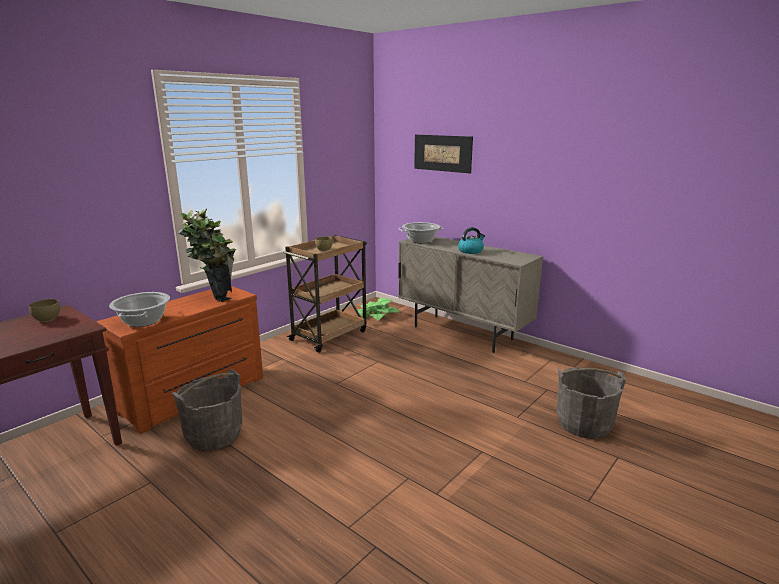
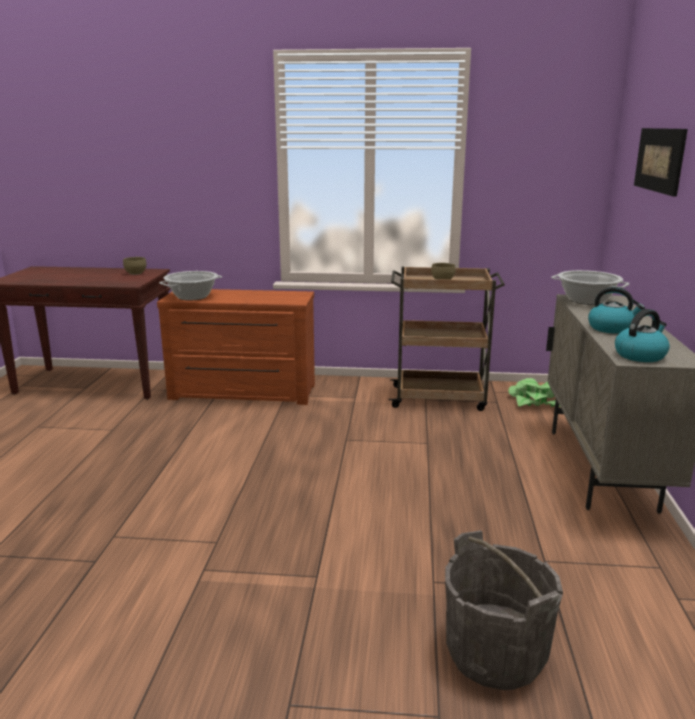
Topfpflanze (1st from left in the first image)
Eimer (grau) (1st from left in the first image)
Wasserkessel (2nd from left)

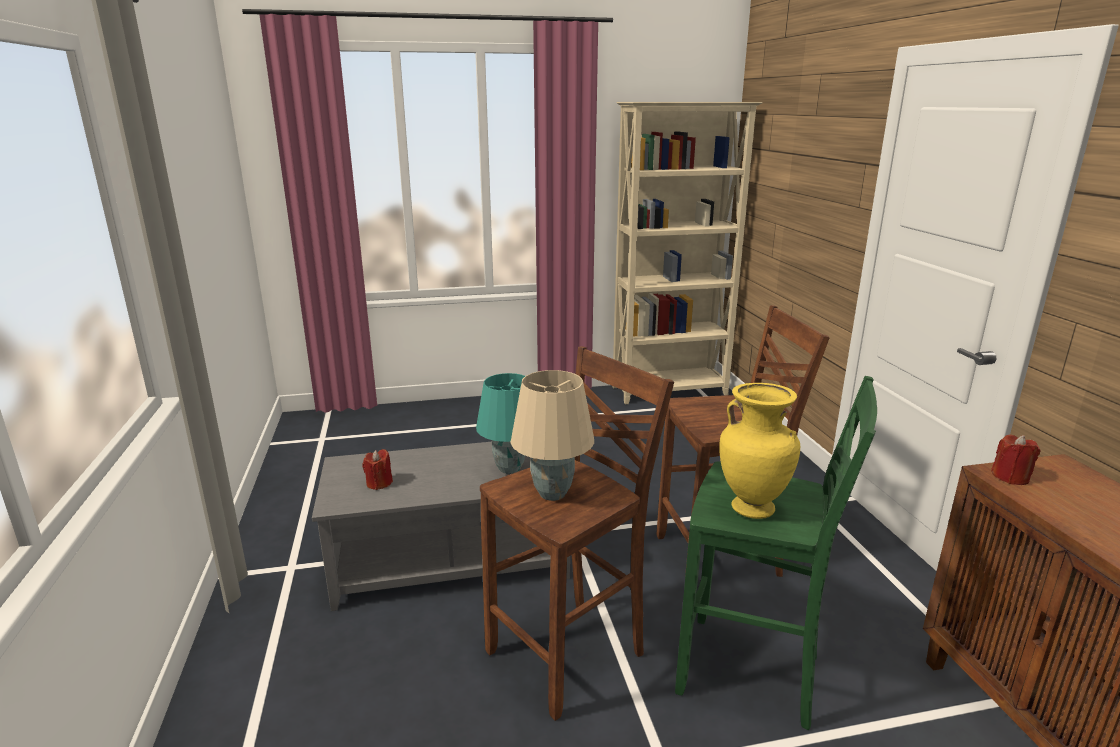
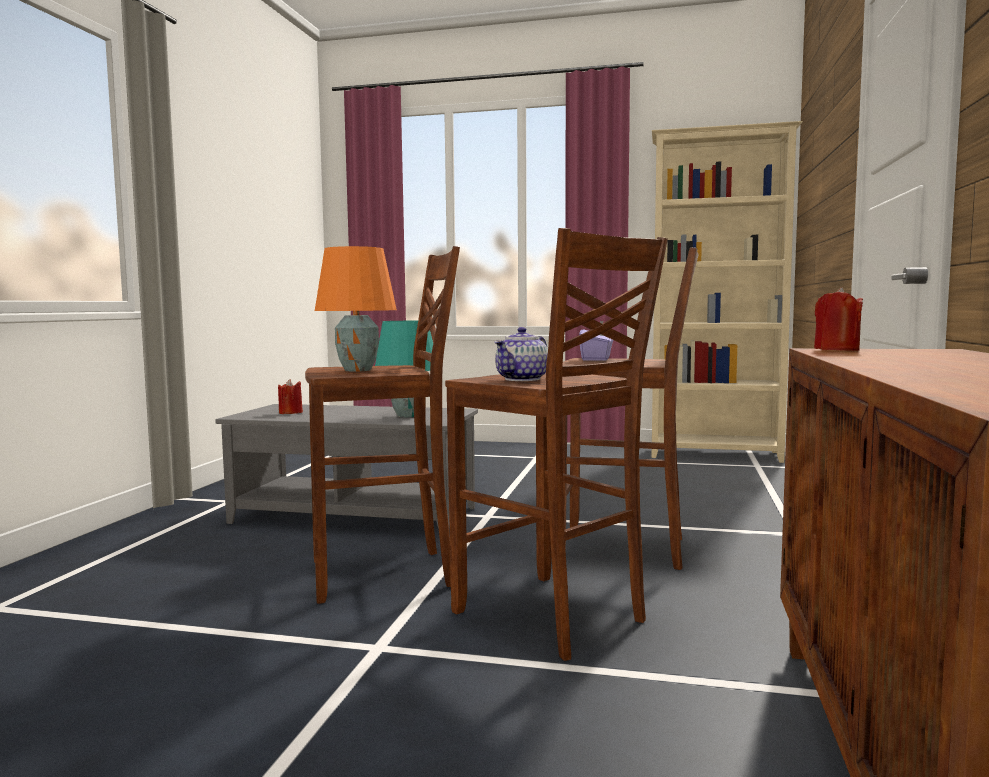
Tischlampe (orange)
Hocker (braun) (2nd from left)
Teekanne
Taschentuchbox (lila)

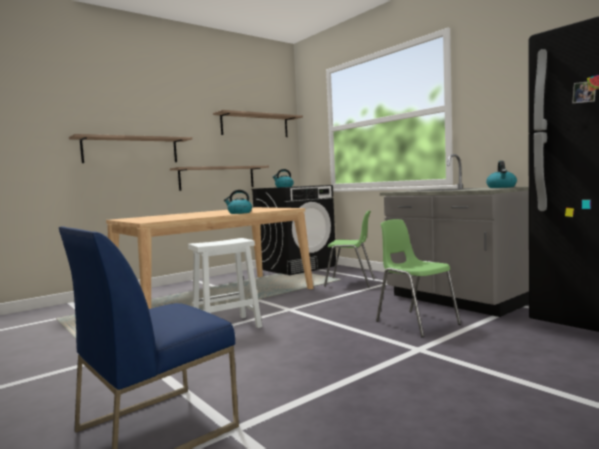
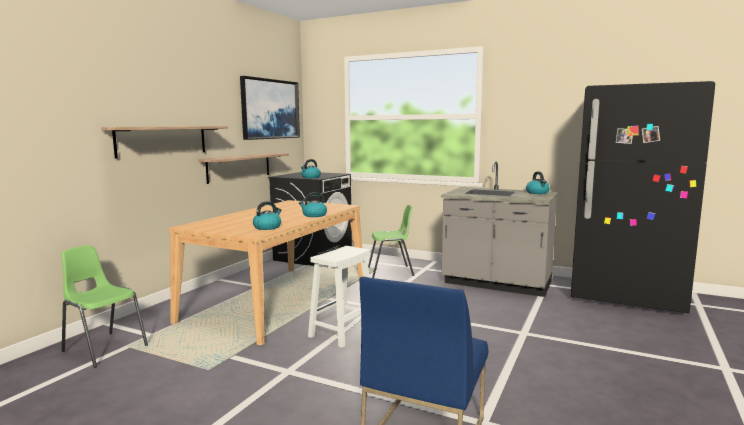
Bild
Stuhl (grün) (1st from left)
Wasserkessel (1st from left)

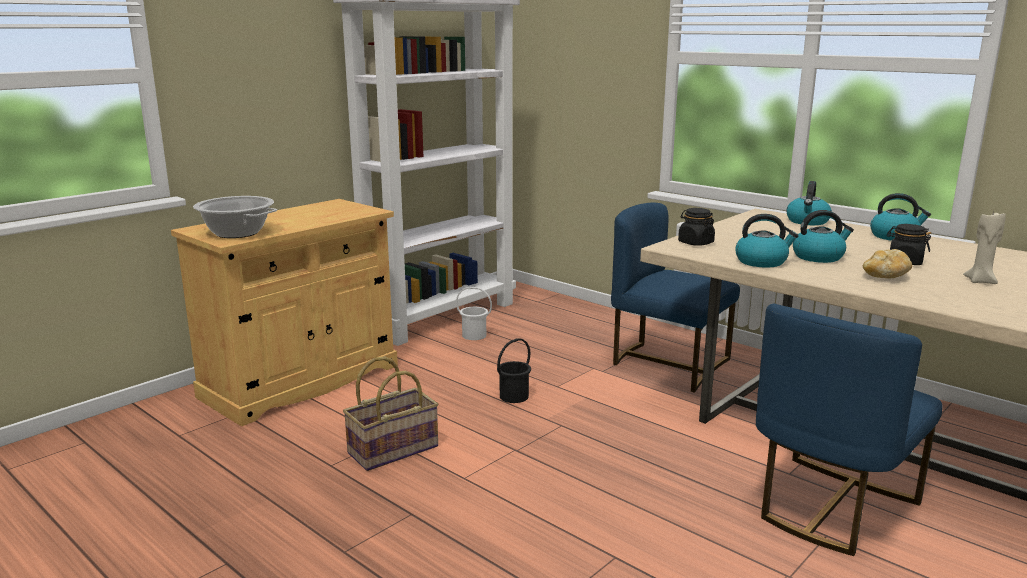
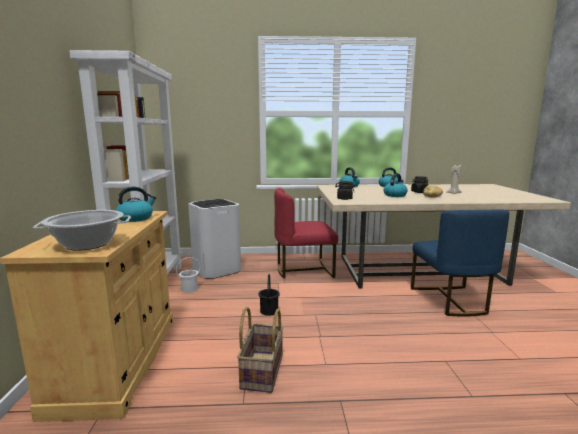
Stuhl (rot)
Wasserkessel (1st from left)
Mülleimer (weiß)

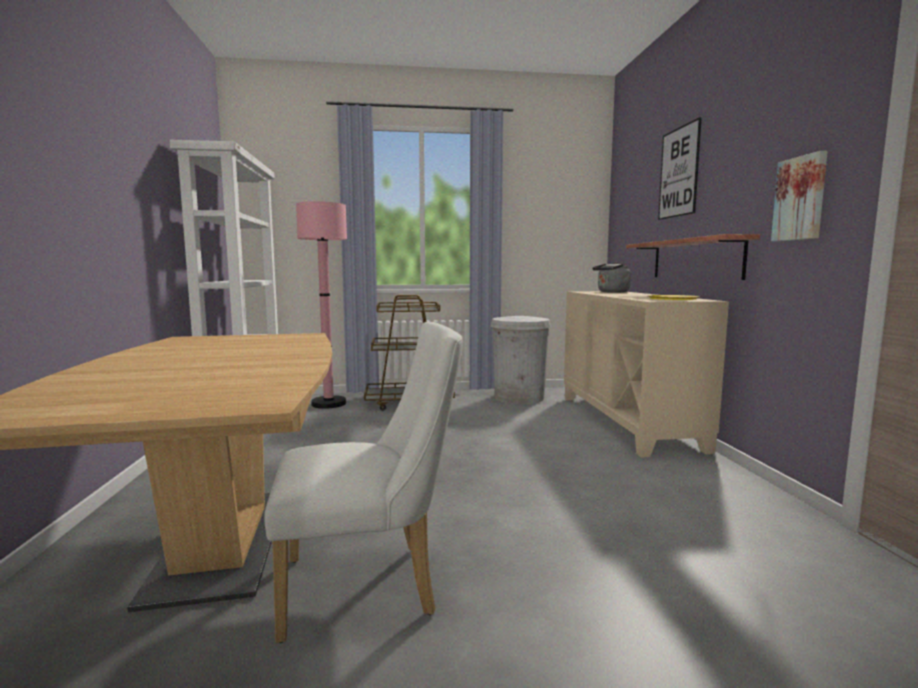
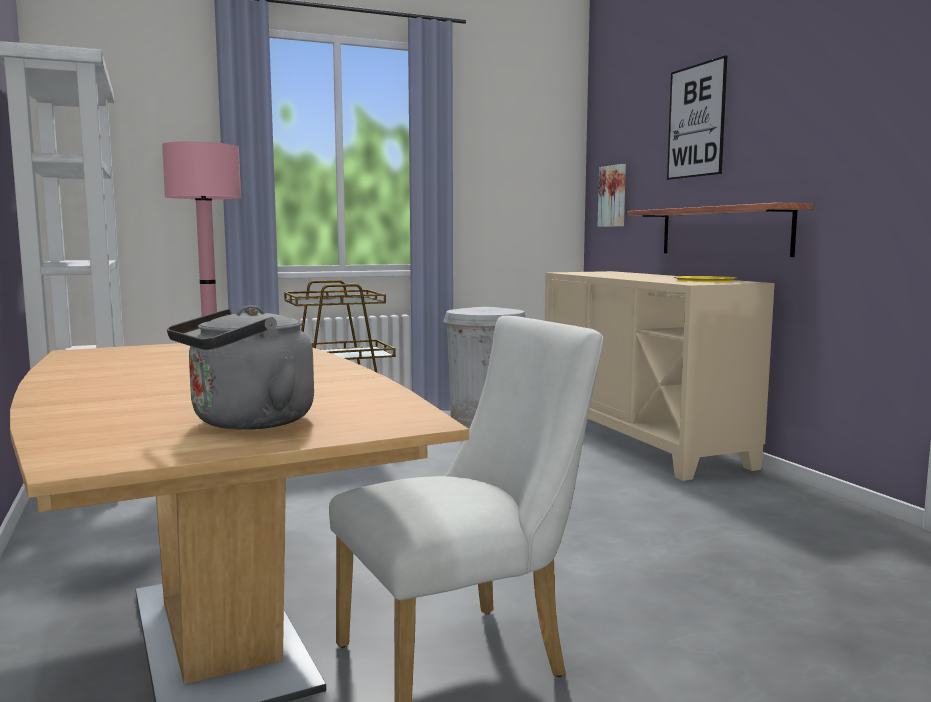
Bild (1st from left)
Wasserkessel (grau)

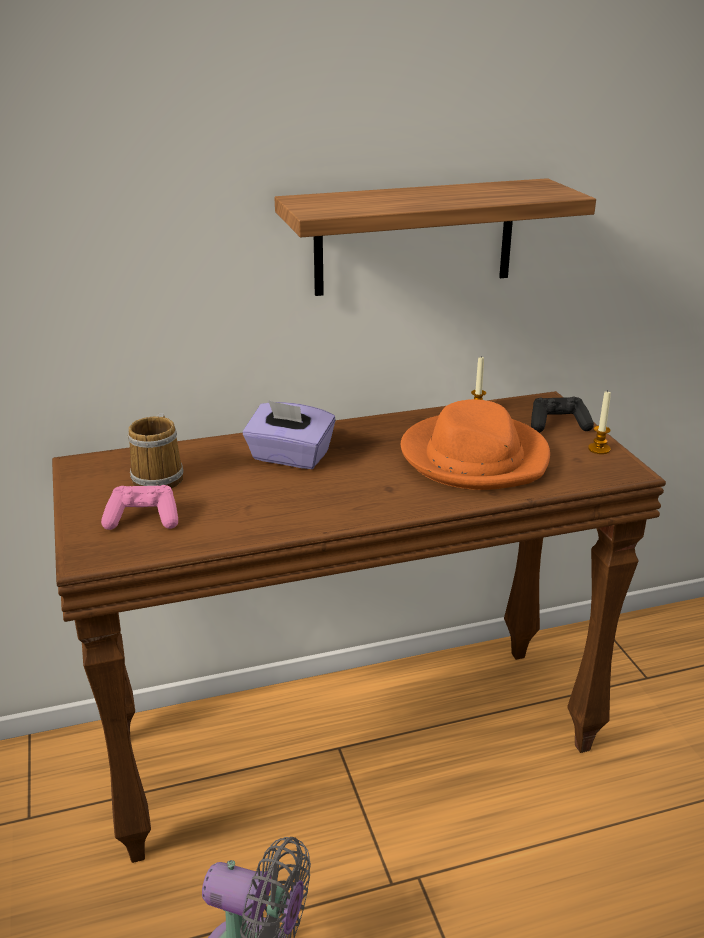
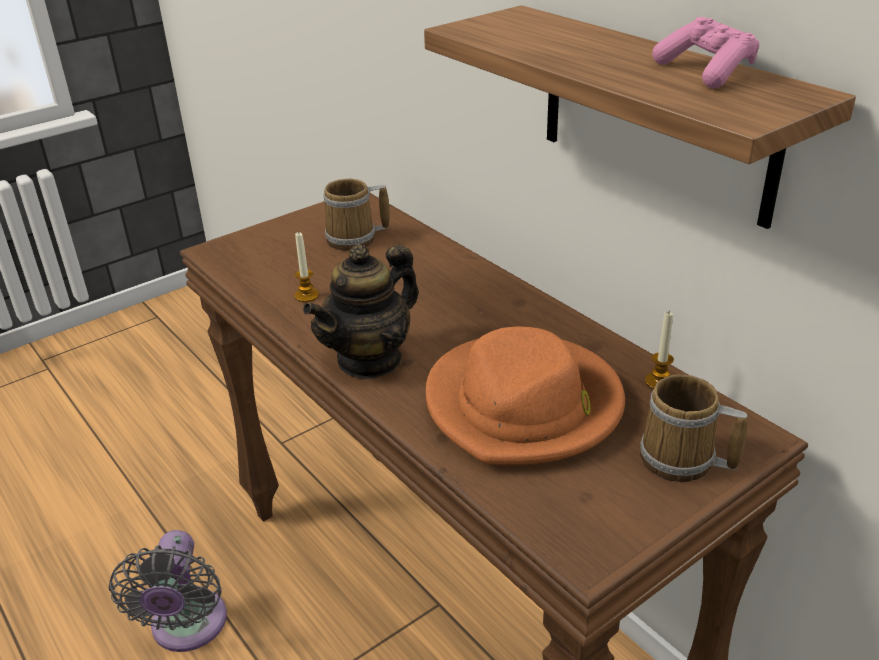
Kerze (1st from left)
Henkelbecher (2nd from left)
Taschentuchbox (lila)
Gamepad (rosa)
Teekanne

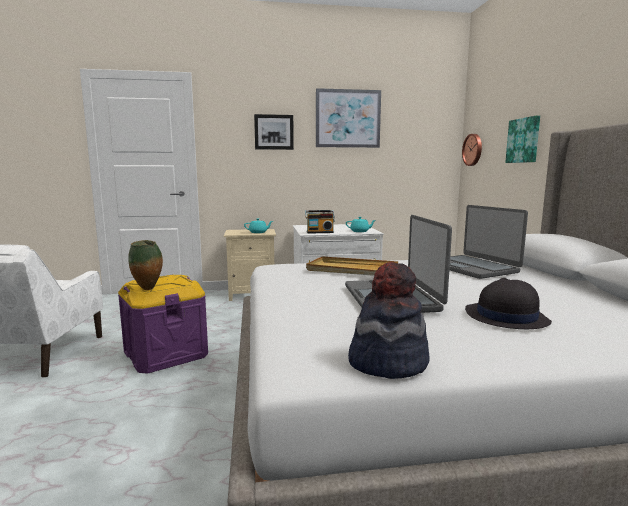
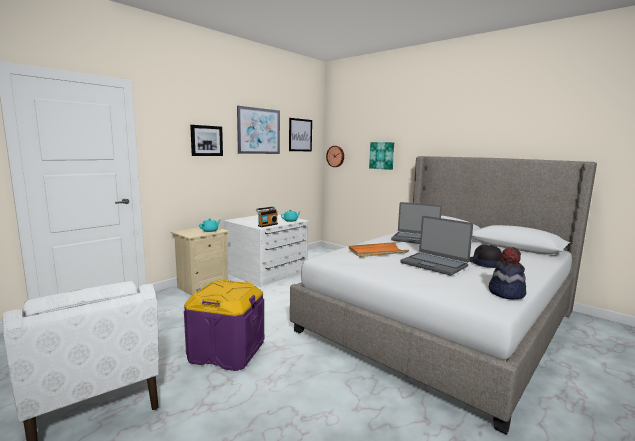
Vase
Tablett (orange)
Bild (3rd from left)

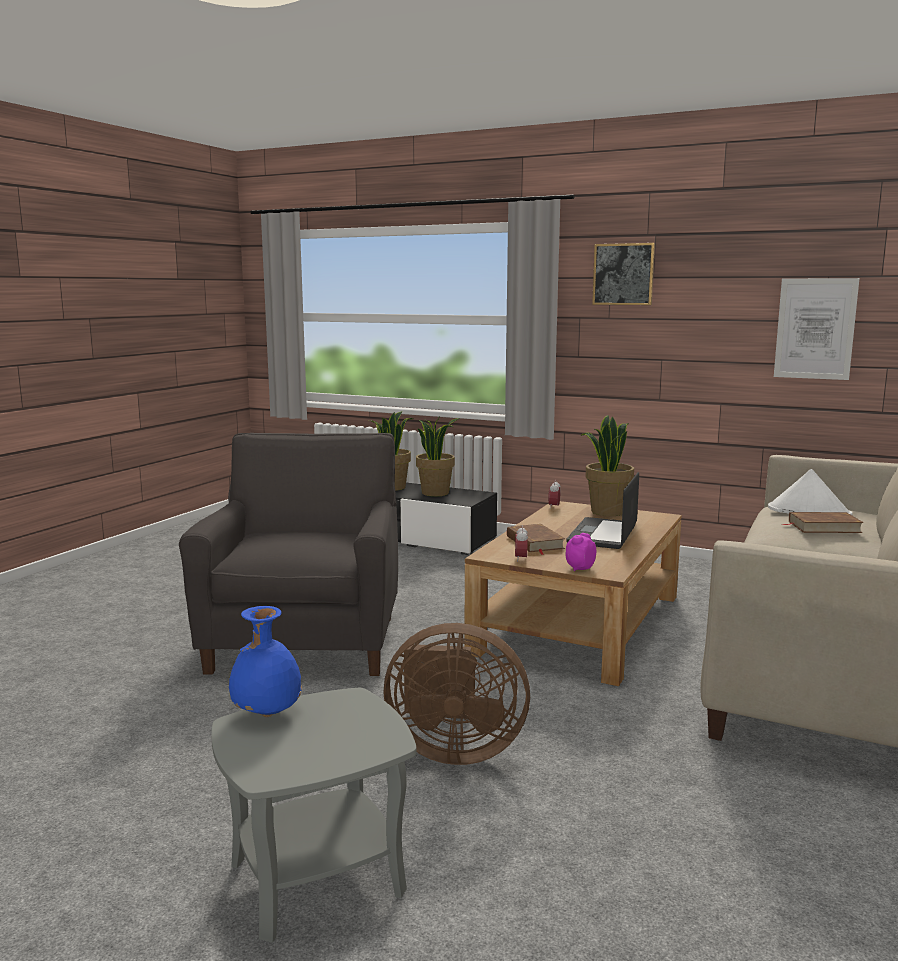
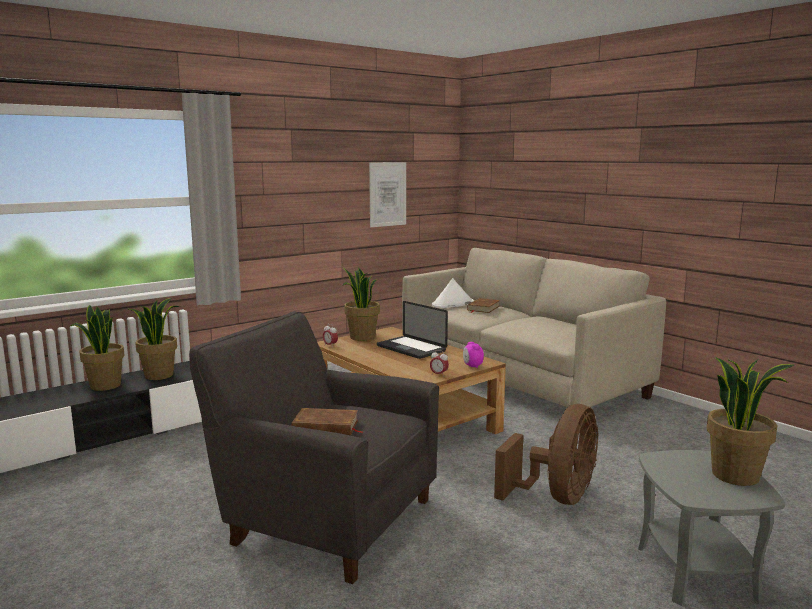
Bild (1st from left in the first image)
Buch (braun) (1st from left)
Vase (blau)
Topfpflanze (4th from left)

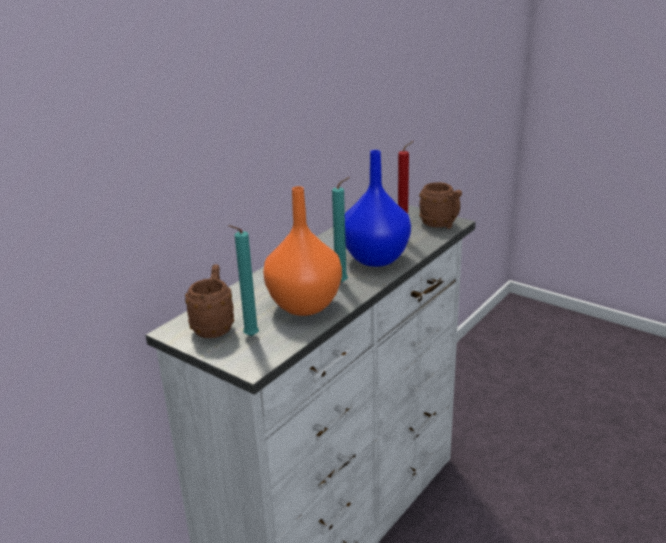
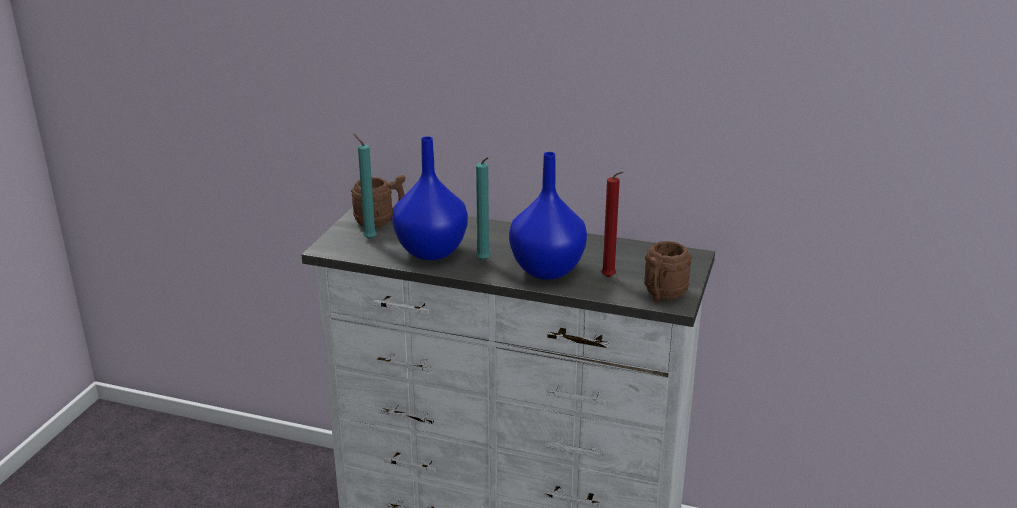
Vase (blau) (1st from left)

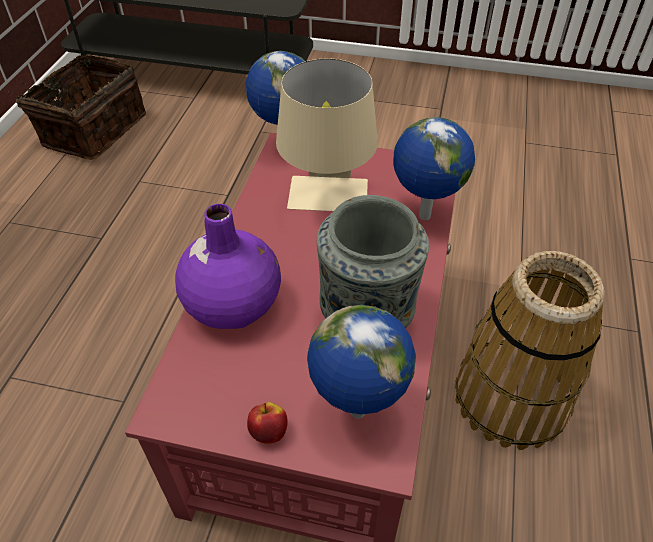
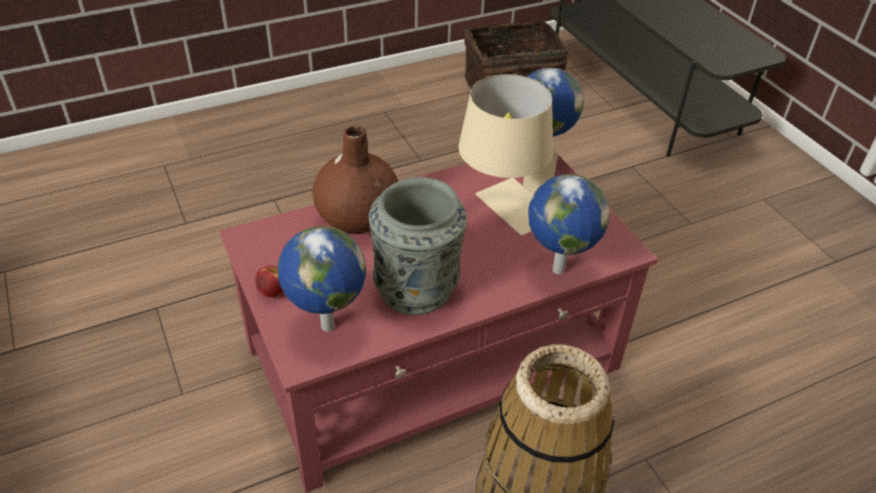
Vase (braun)

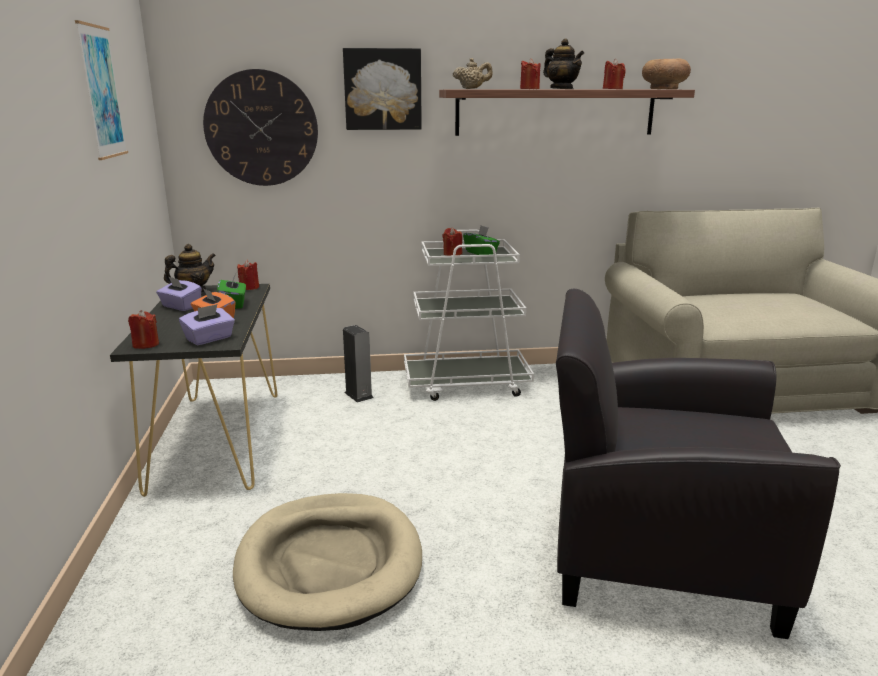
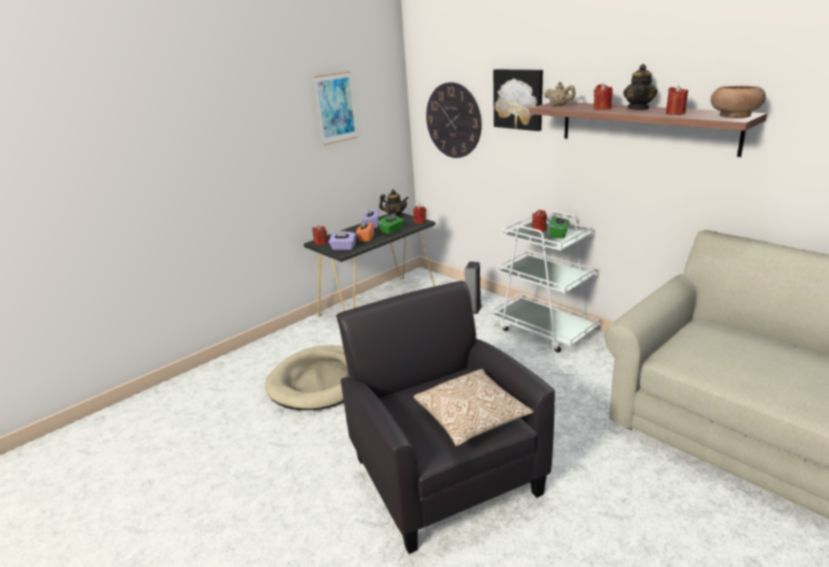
Kissen

